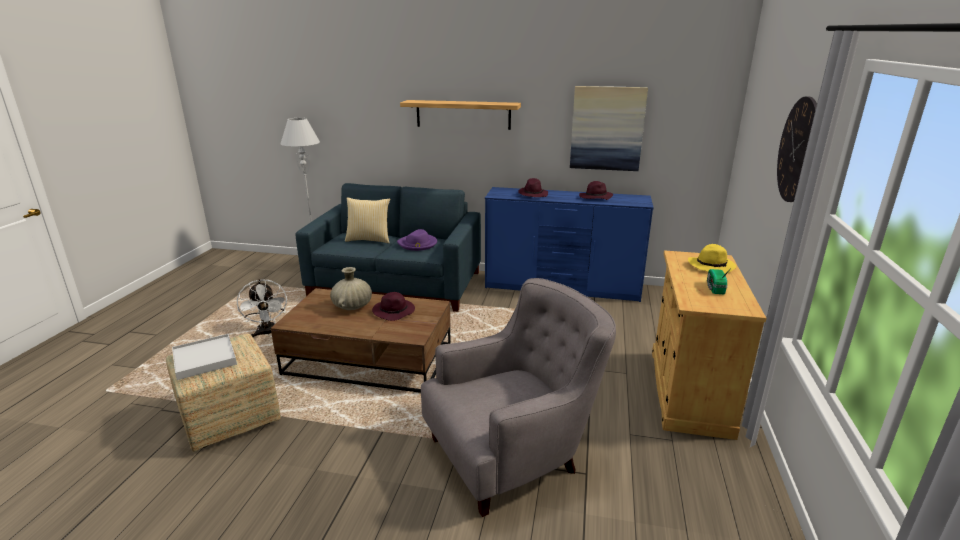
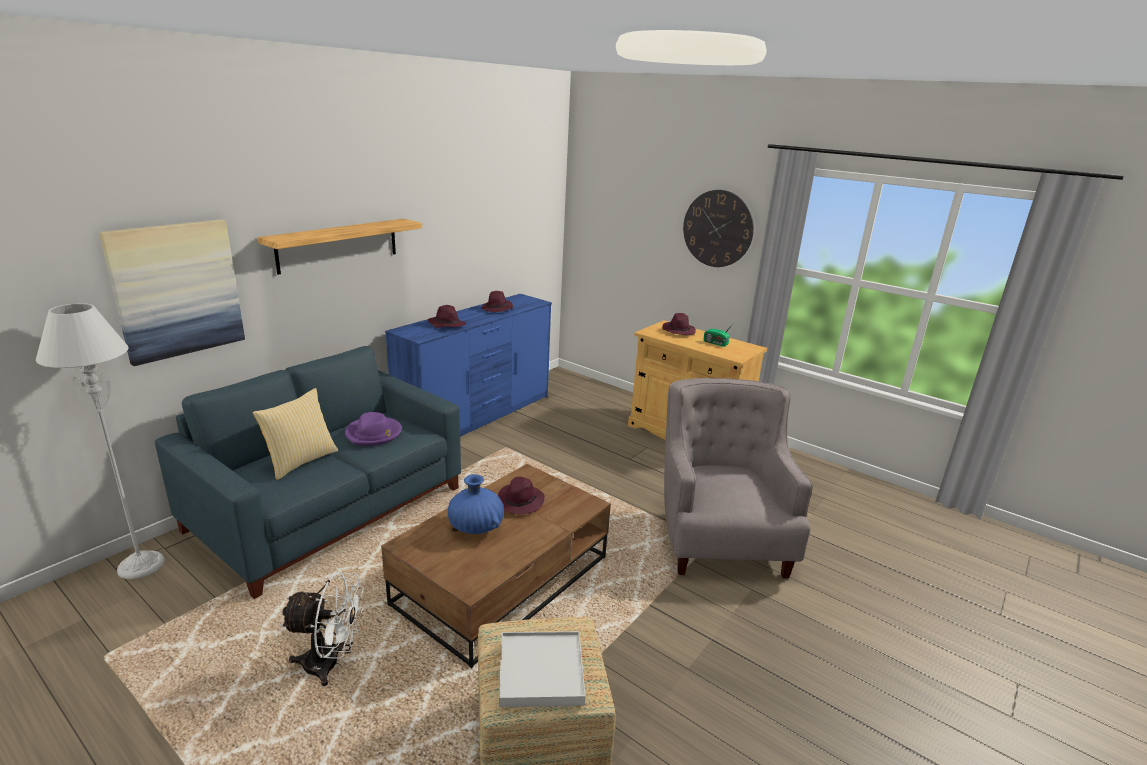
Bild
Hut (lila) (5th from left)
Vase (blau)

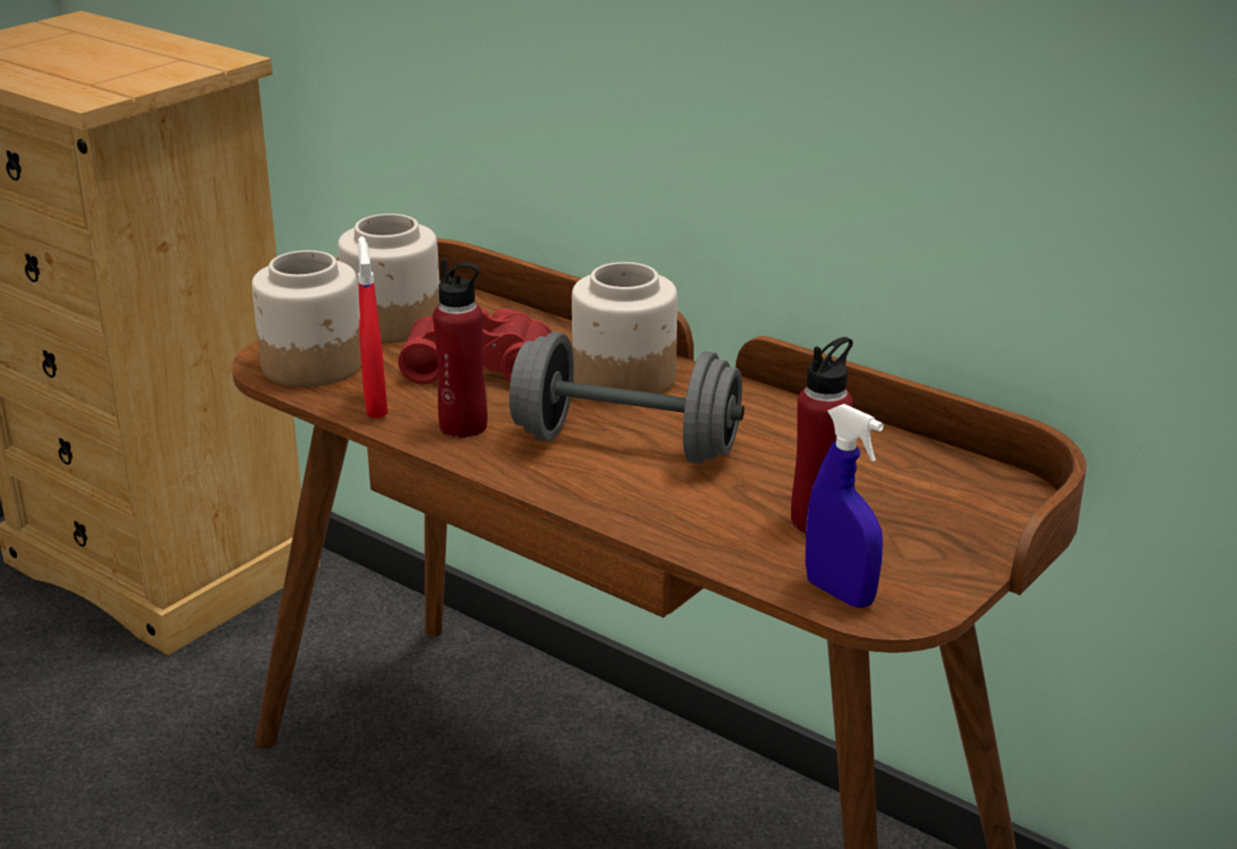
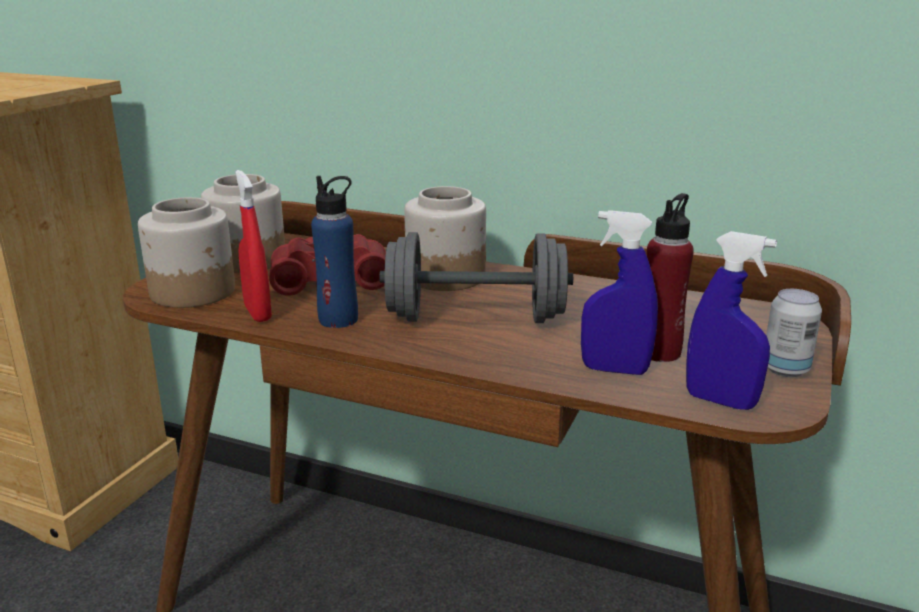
Flasche (blau)
Sprühflasche (blau) (1st from left)
Dose

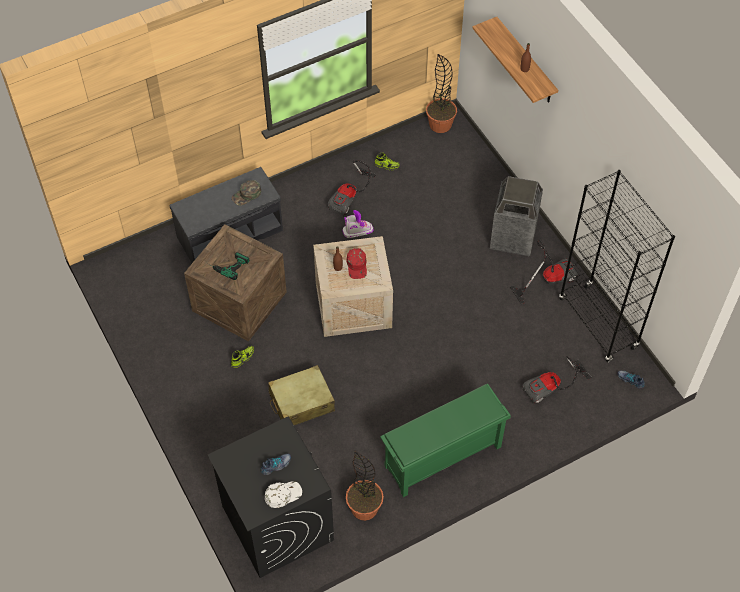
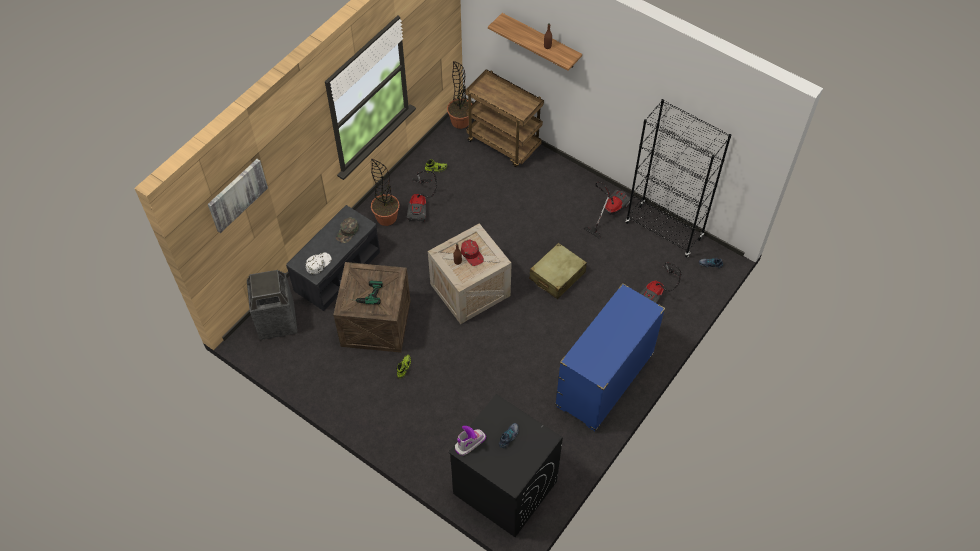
Mülleimer
Stiefel
Koffer (beige)
Kommode (blau)
Topfpflanze (1st from left)
Kappe (weiß)
Rollwagen (braun)
Bild

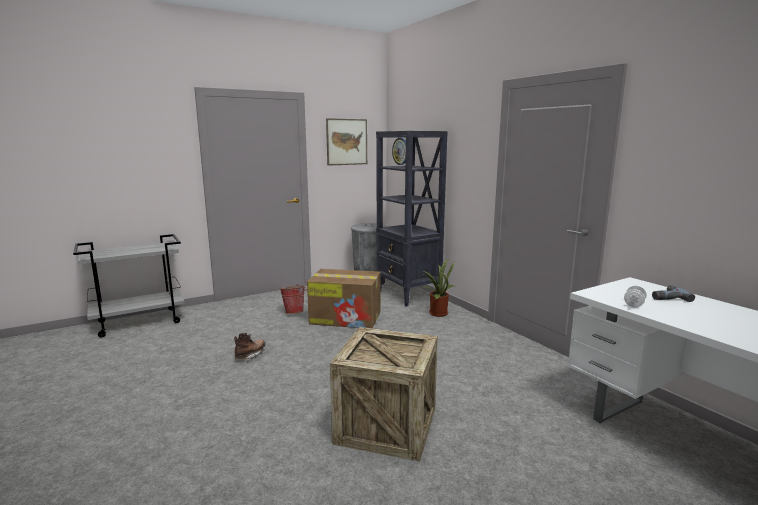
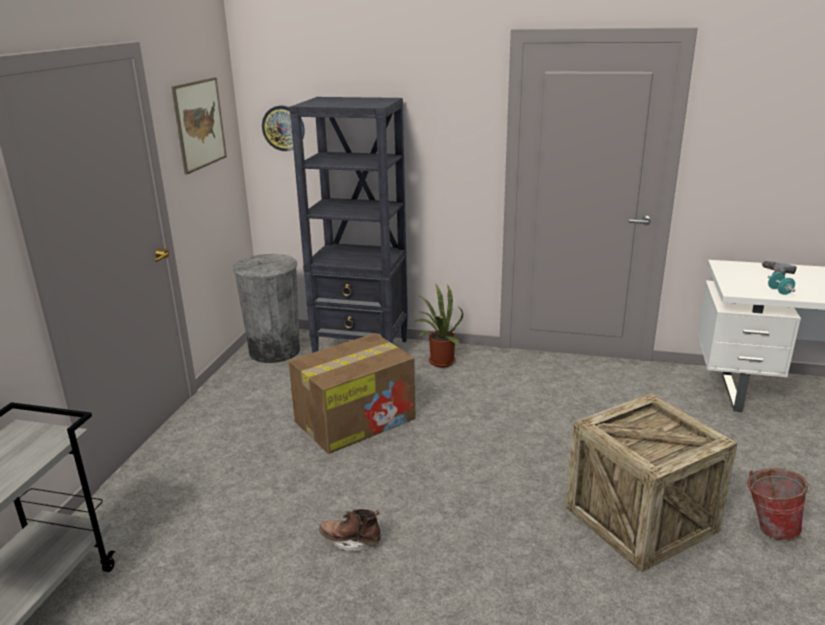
Eimer
Hantel (türkis)
Stiefel (braun)

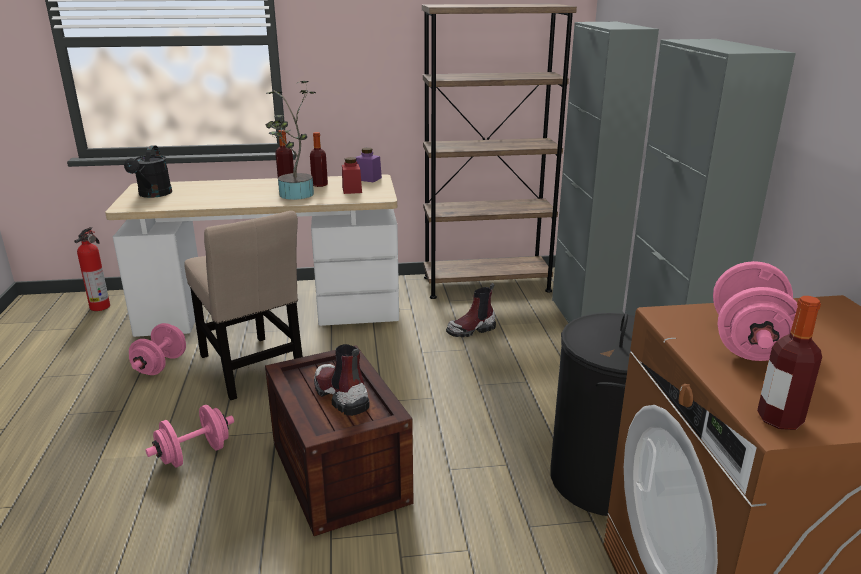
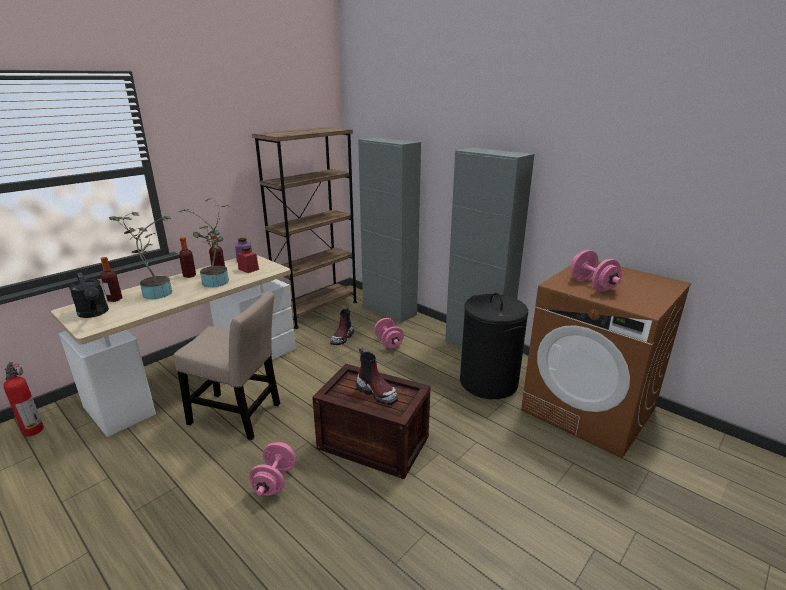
Flasche (1st from left)
Hantel (rosa) (2nd from left)
Stiefel (2nd from left)
Topfpflanze (1st from left)

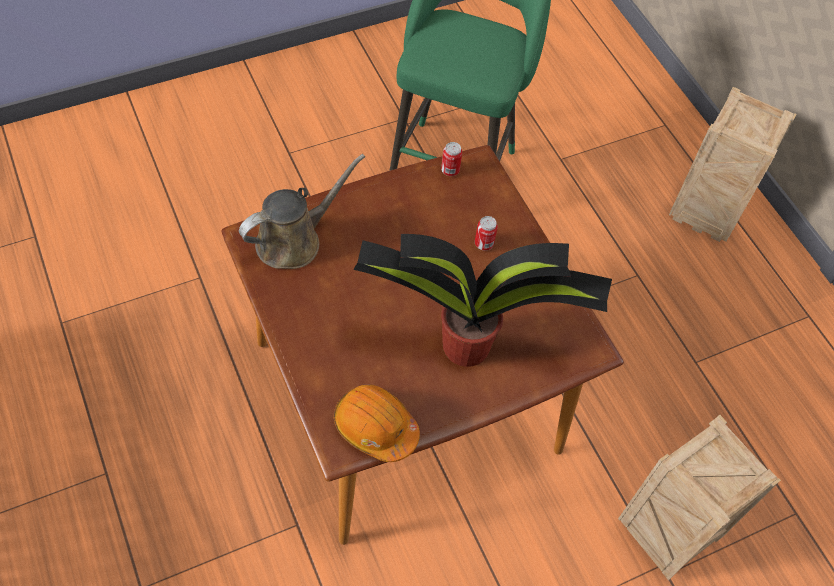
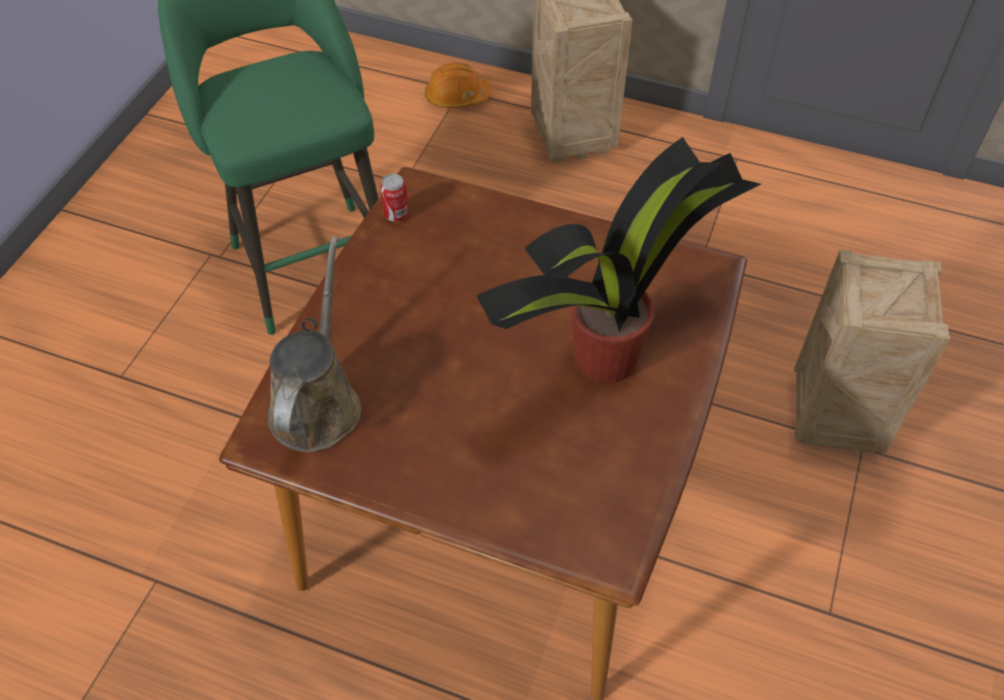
Dose (2nd from left in the first image)
Schutzhelm (orange)

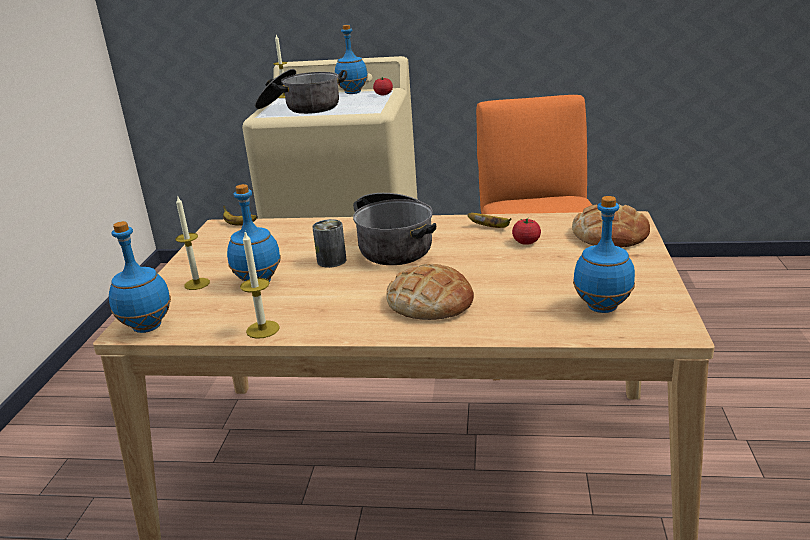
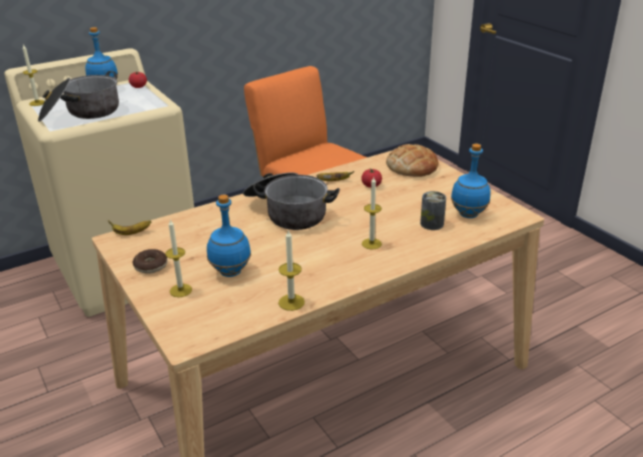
Dose
Flasche (blau) (1st from left in the first image)
Kerze (4th from left)
Donut

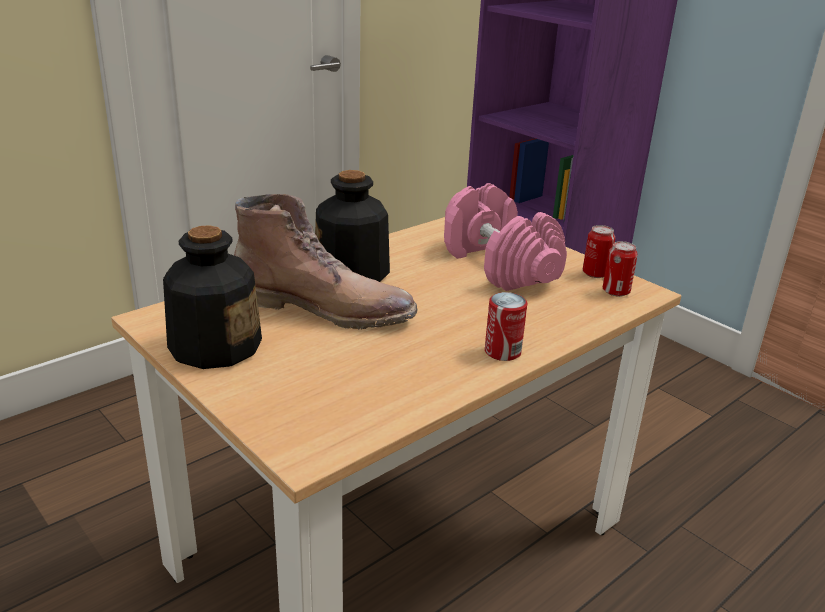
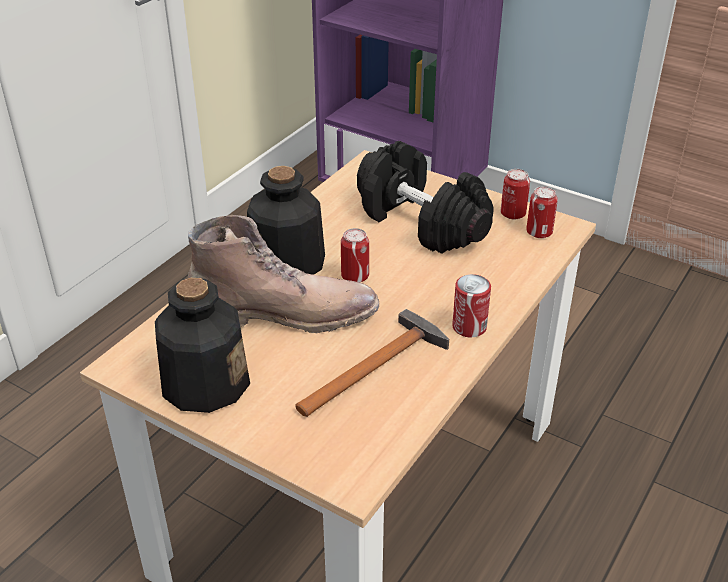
Hantel (schwarz)
Dose (1st from left)
Hammer

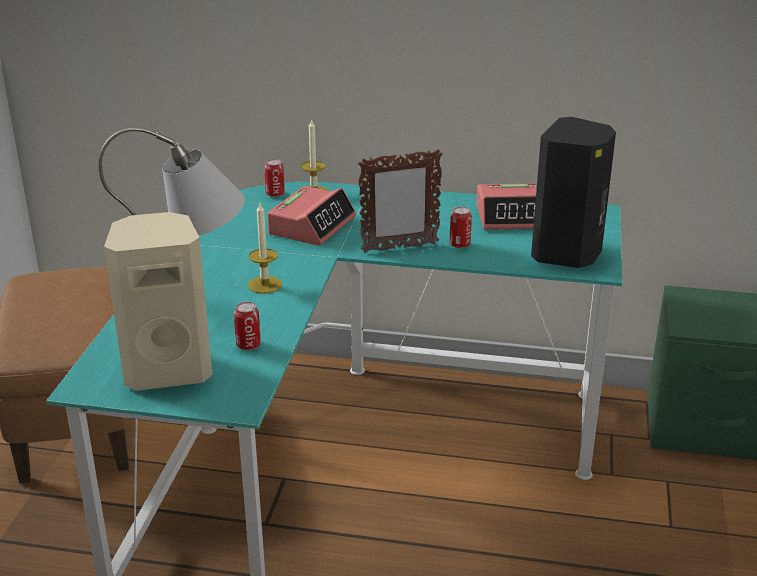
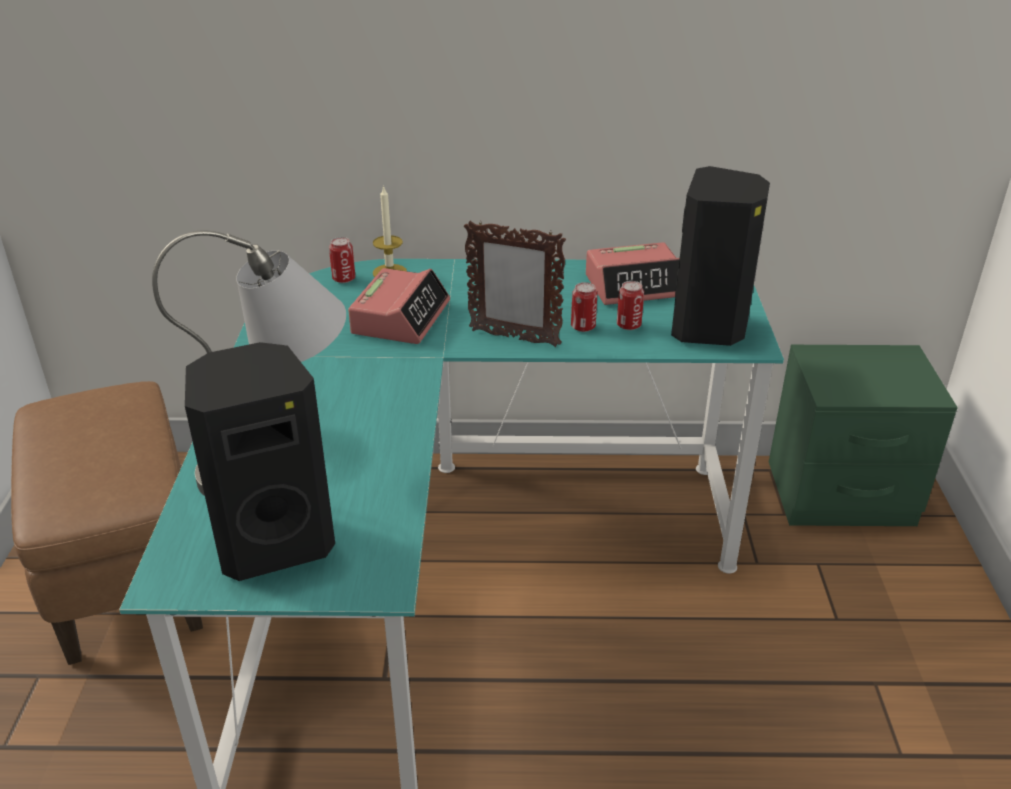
Bilderrahmen
Kerze (1st from left in the first image)
Lautsprecher (schwarz) (1st from left)
Dose (3rd from left)

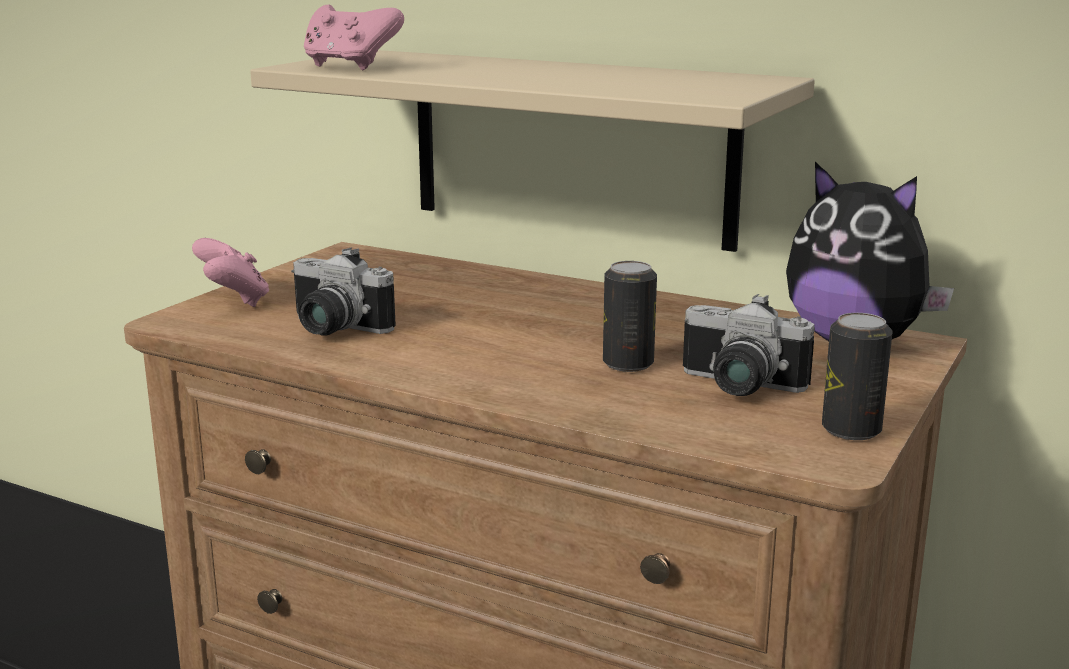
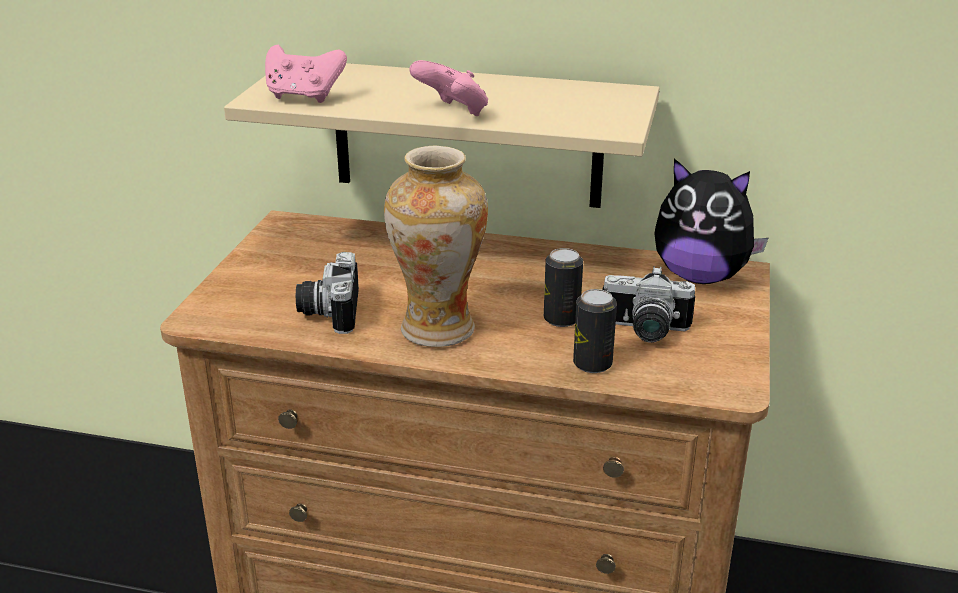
Gamepad (rosa) (2nd from left)
Kamera (1st from left)
Dose (2nd from left)
Vase

